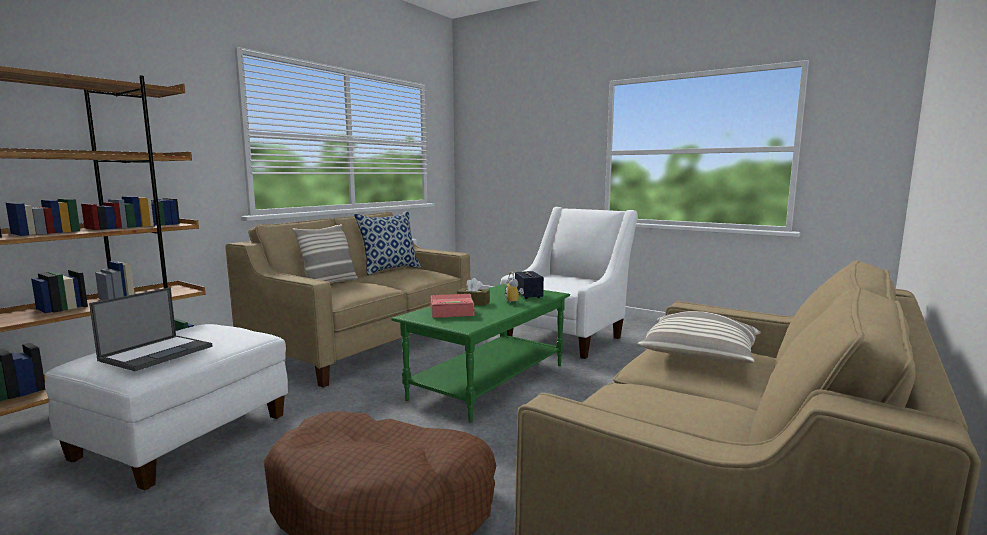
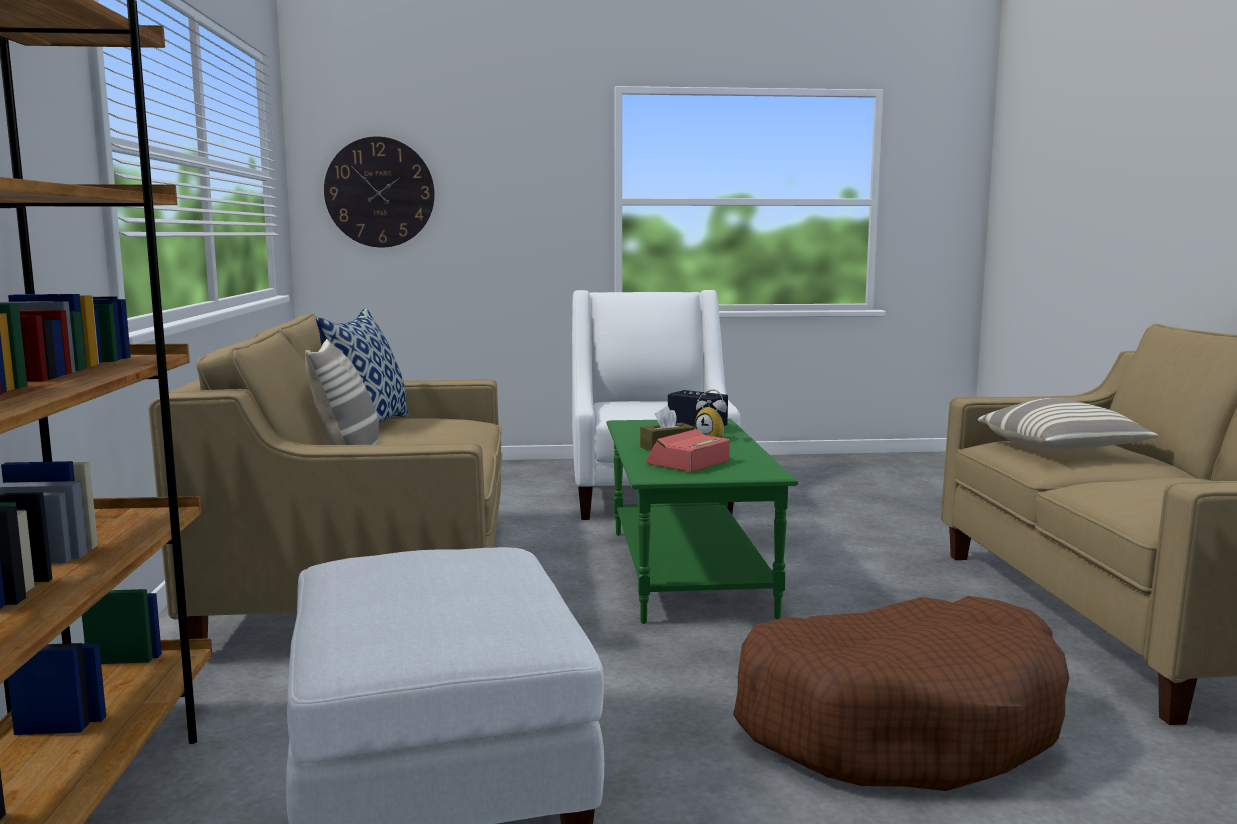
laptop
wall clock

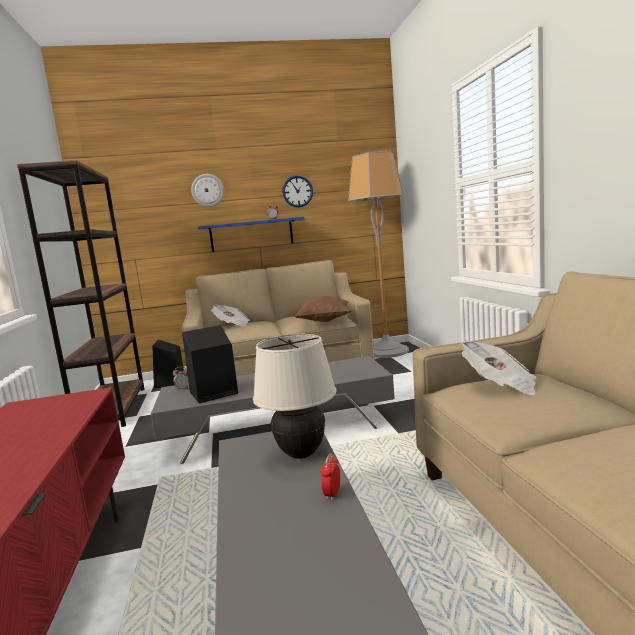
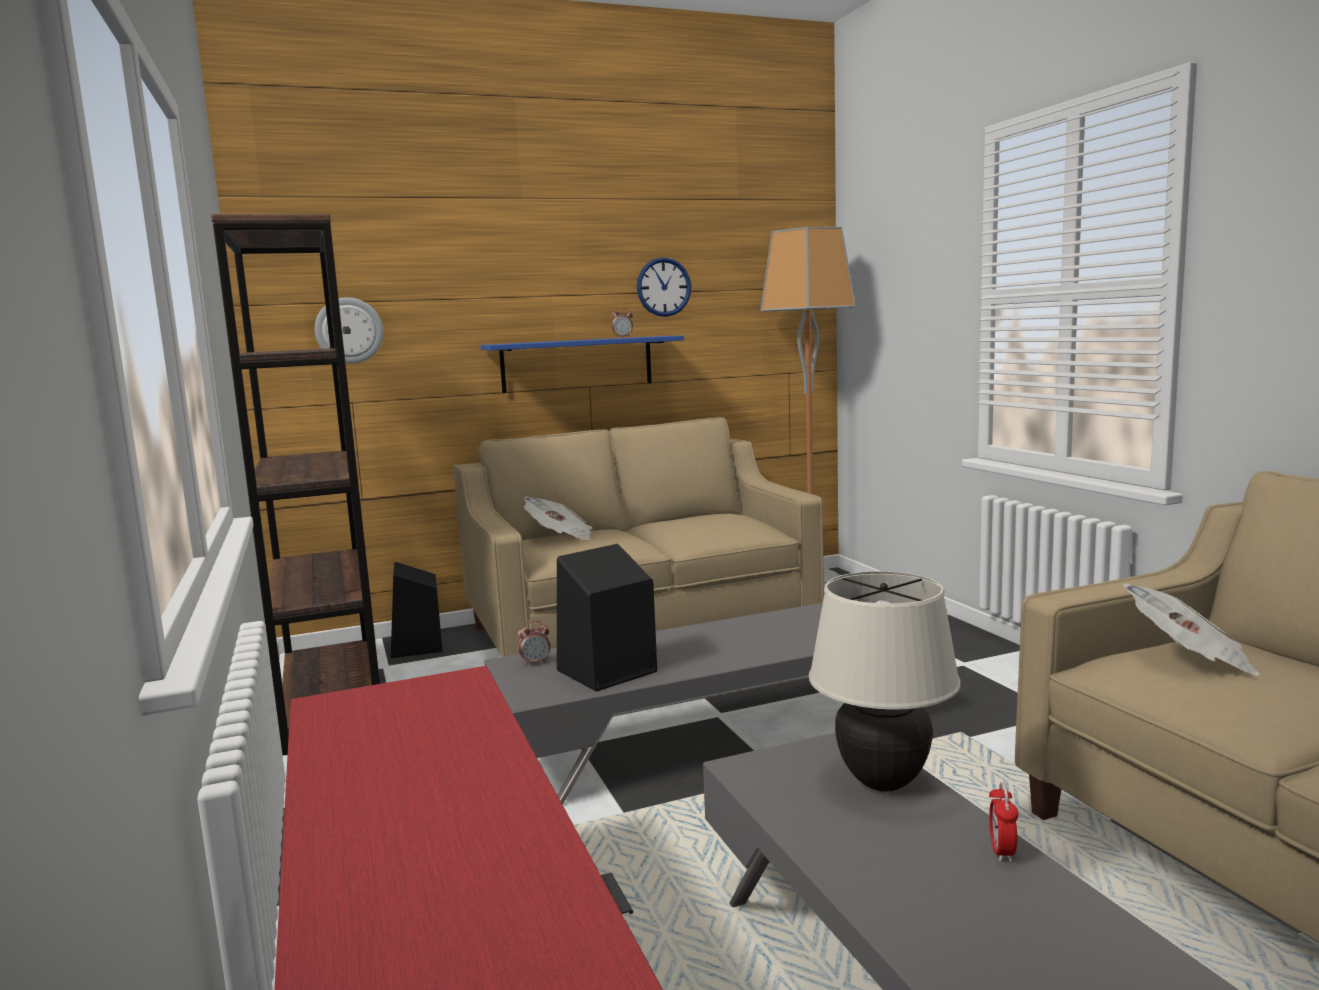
wall clock (no. 1 from left)
brown pillow

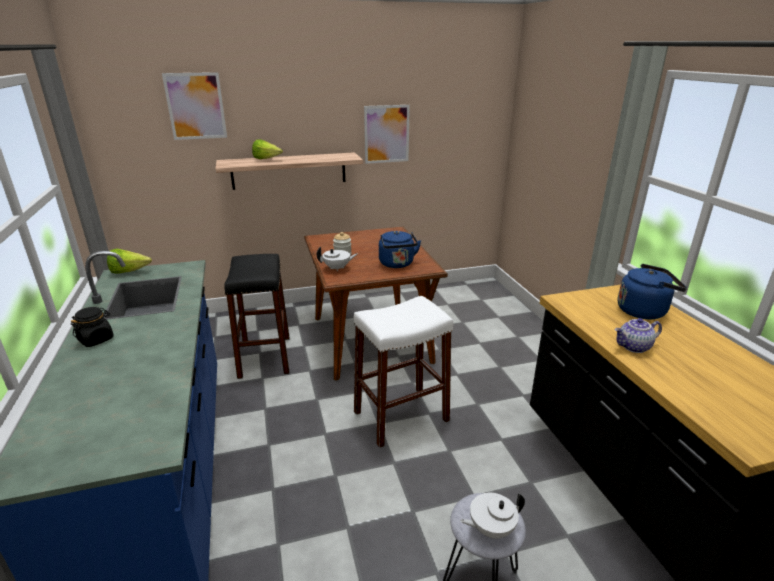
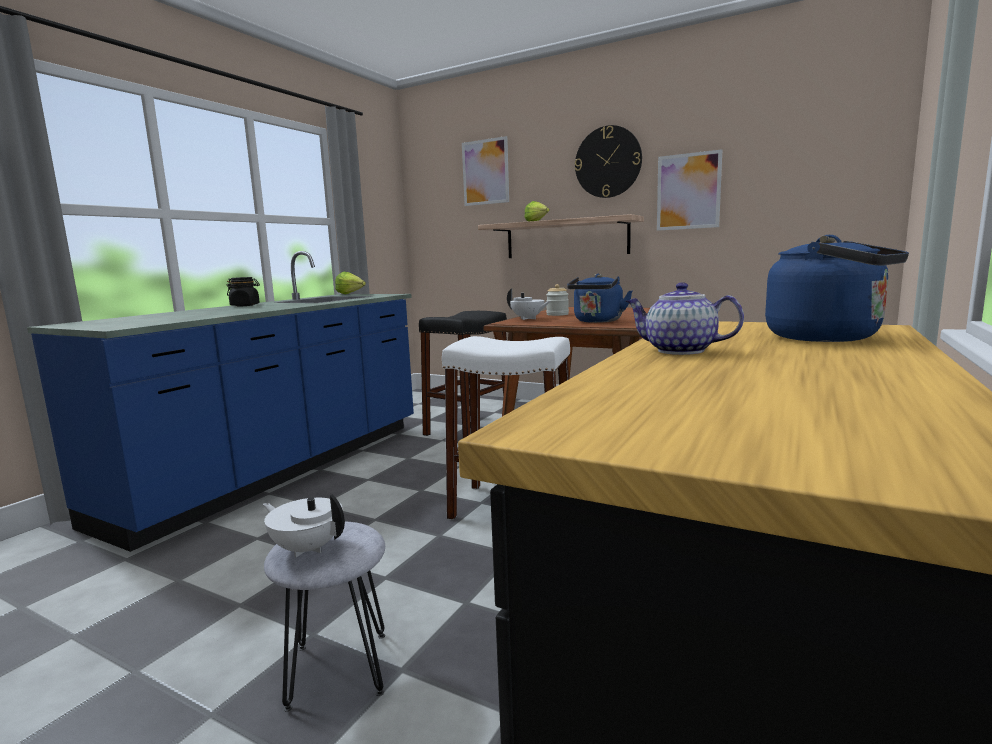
wall clock

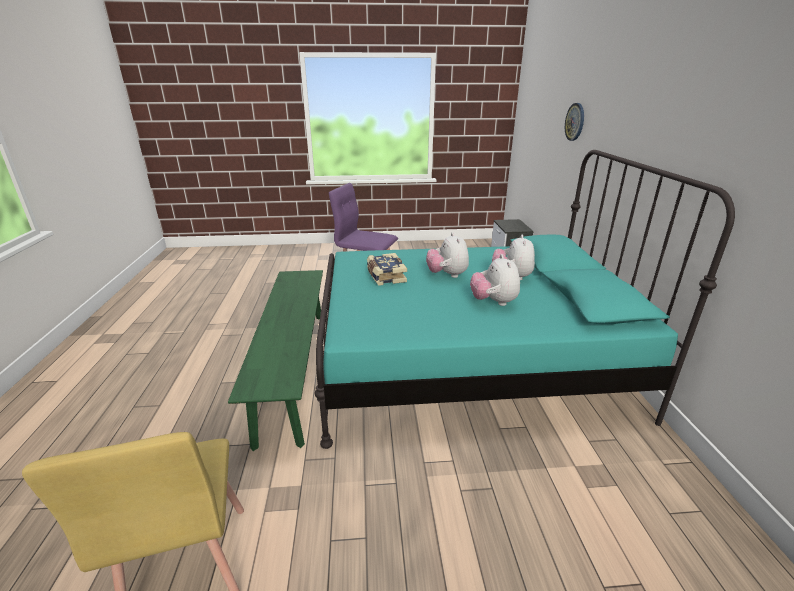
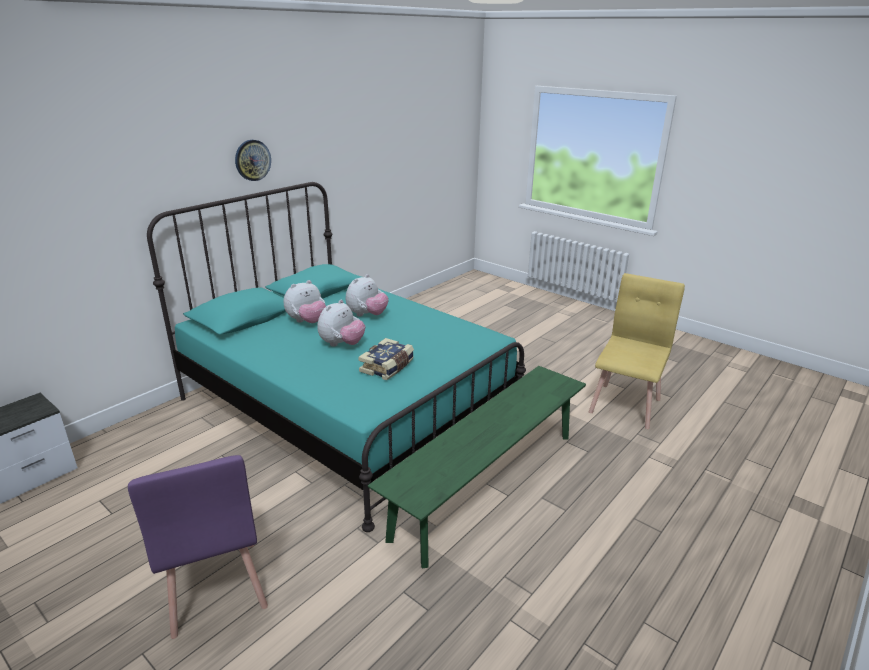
wall clock

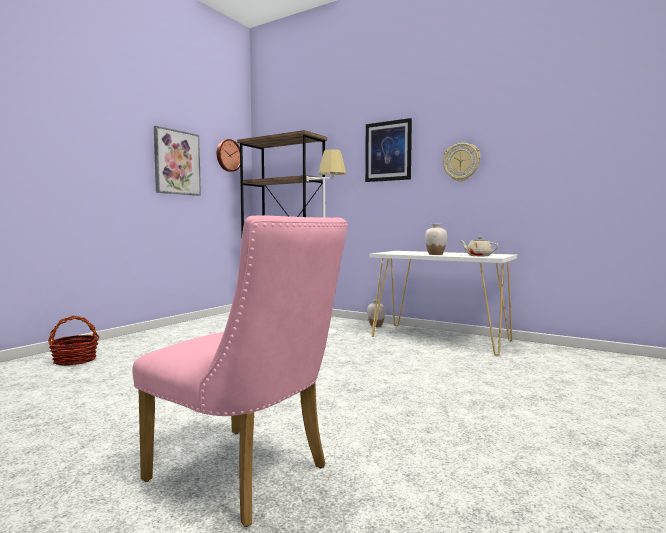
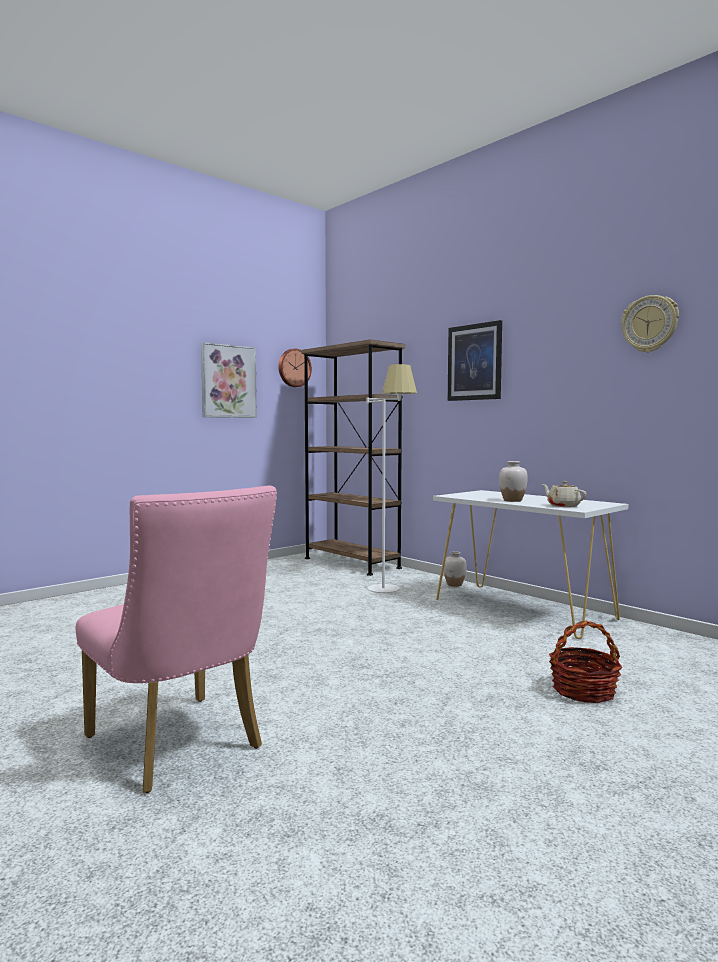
wall clock (no. 2 from left)
basket

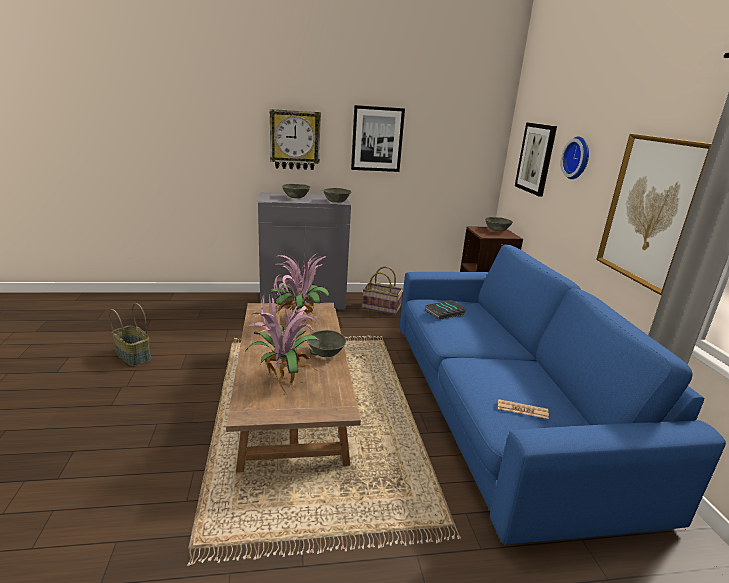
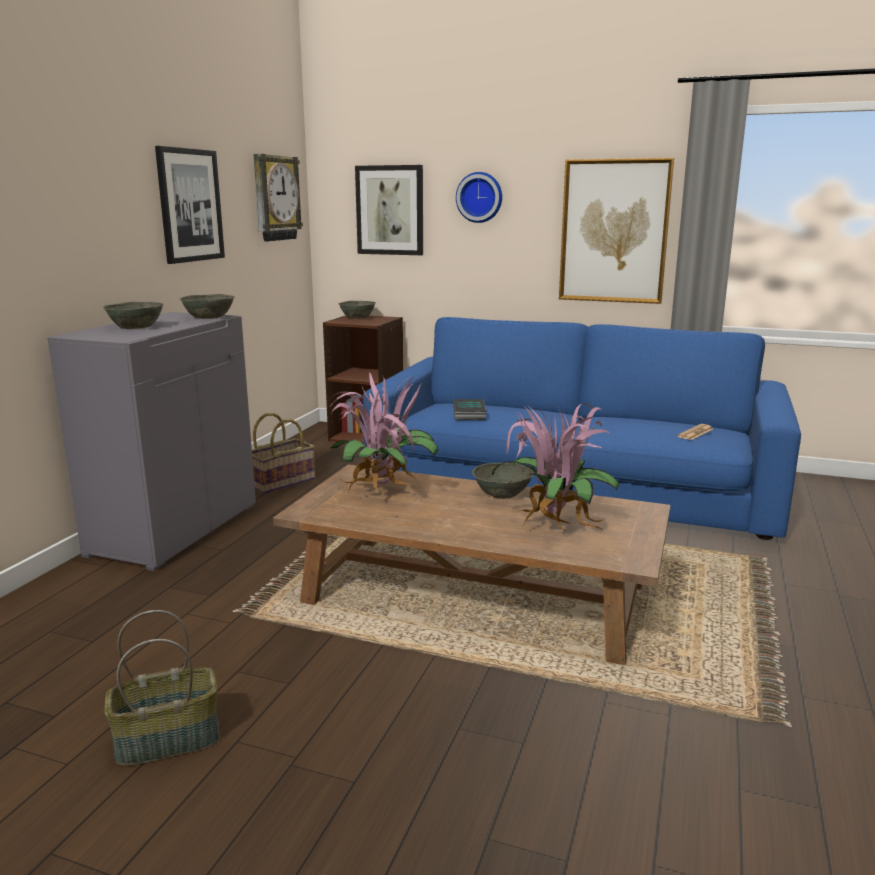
wall clock (no. 1 from left)

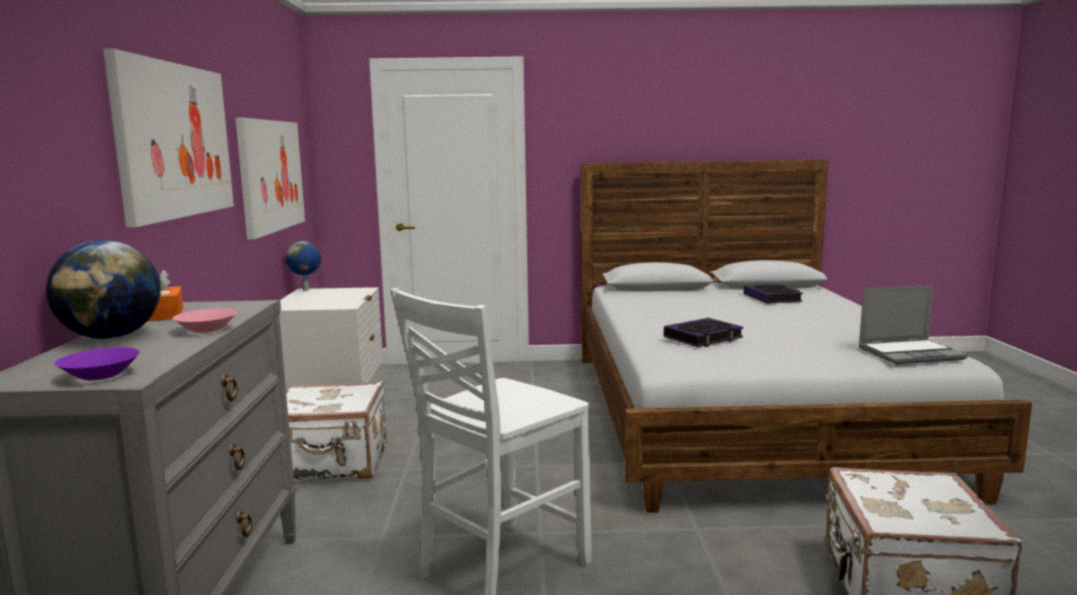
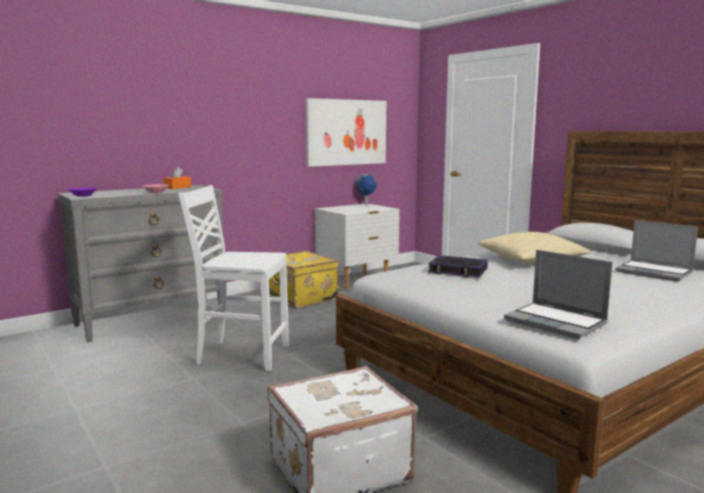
picture (no. 1 from left in the first image)
globe (no. 1 from left in the first image)
laptop (no. 2 from left)
yellow suitcase
beige pillow

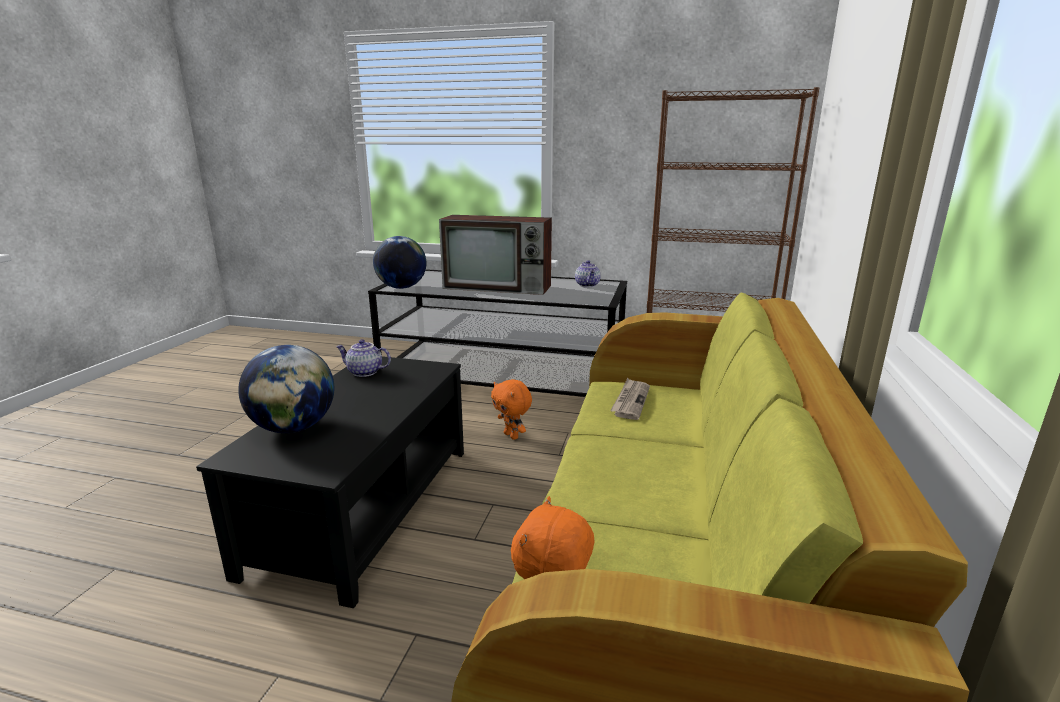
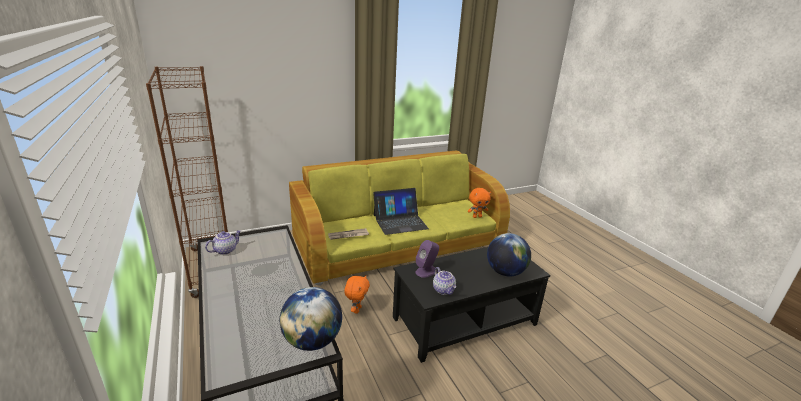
television
laptop
purple speaker

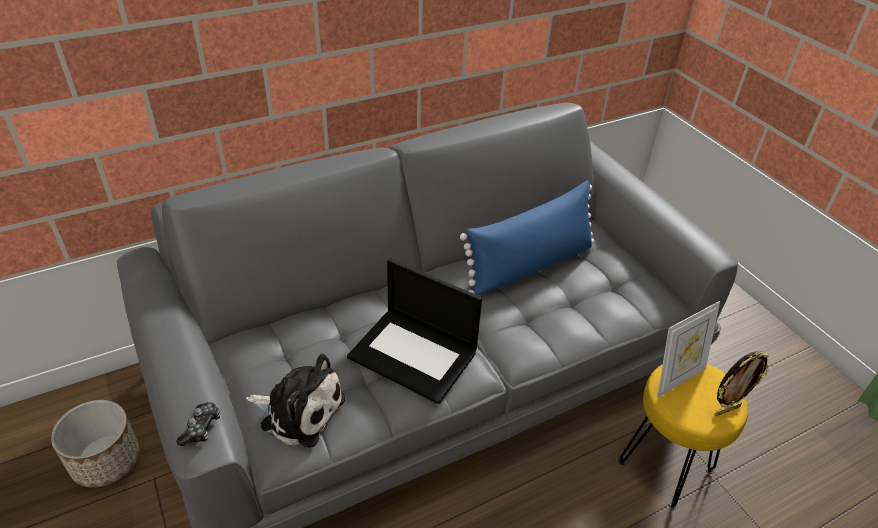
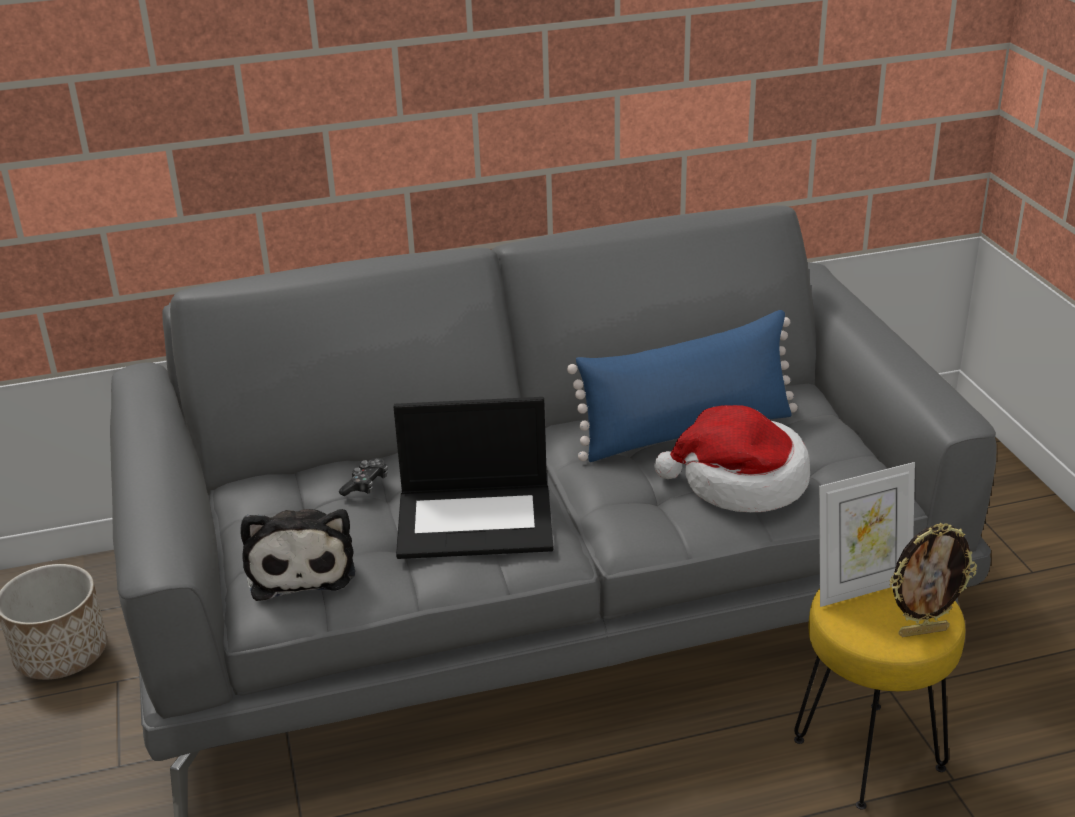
laptop
plush toy
game controller
hat

